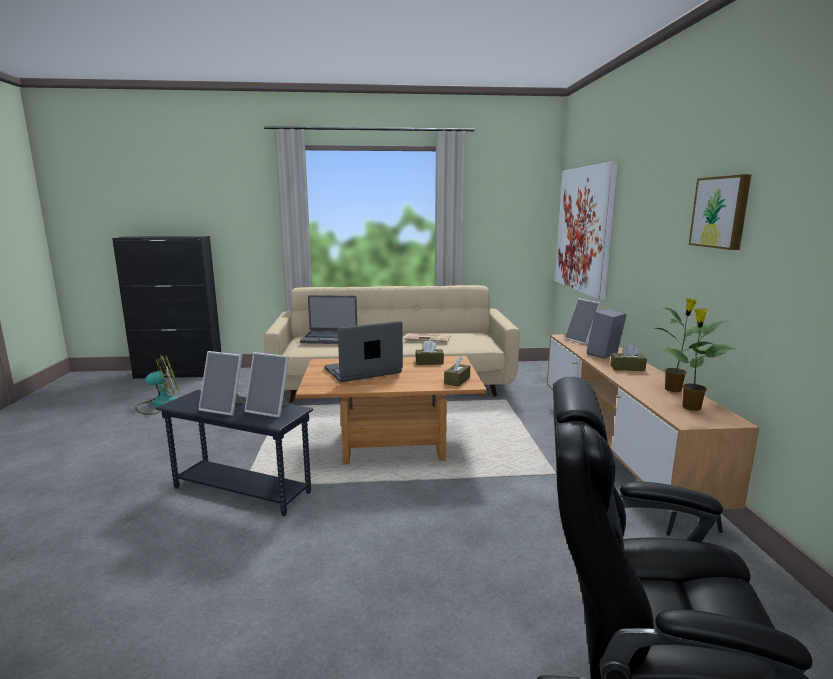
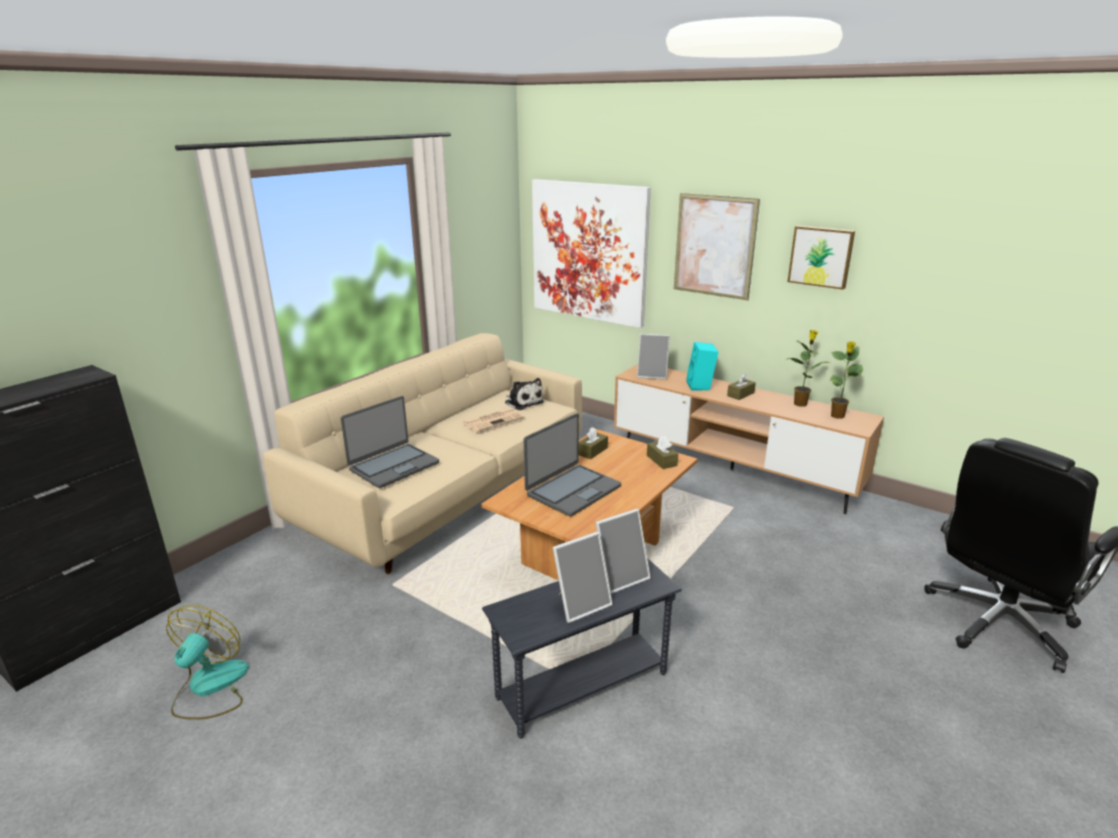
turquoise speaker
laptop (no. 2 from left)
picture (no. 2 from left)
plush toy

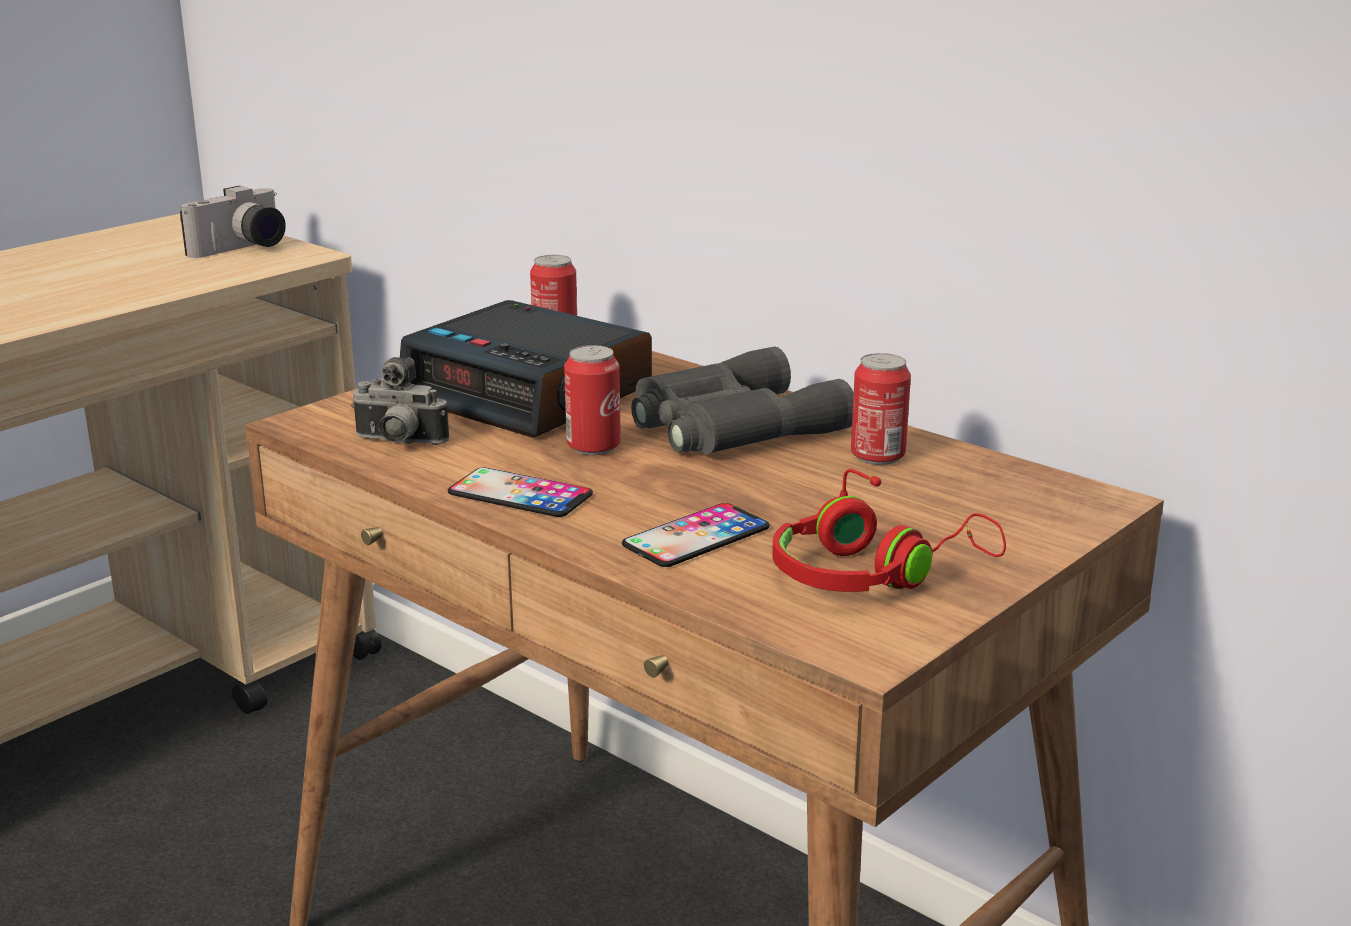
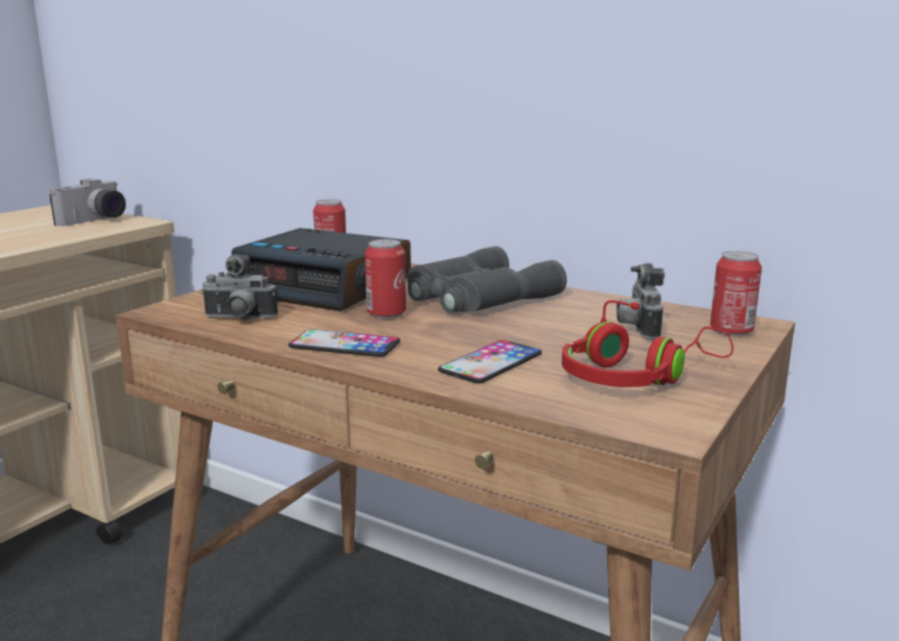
can (no. 3 from left)
photo camera (no. 3 from left)

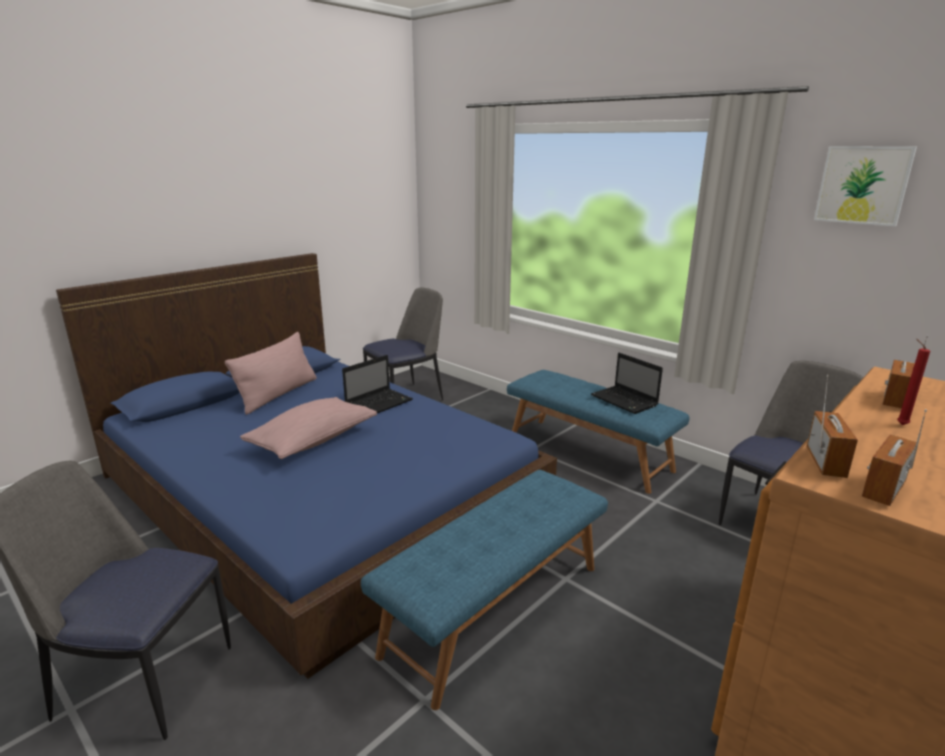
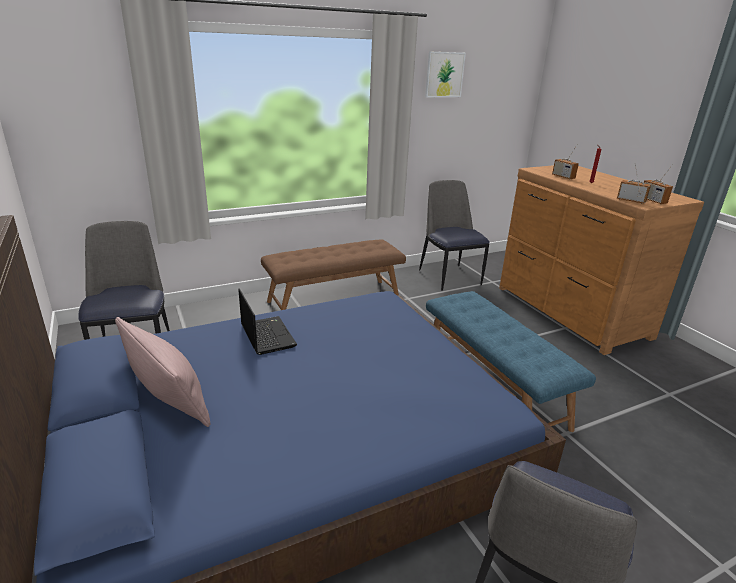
laptop (no. 2 from left in the first image)
brown bench
pink pillow (no. 2 from left in the first image)

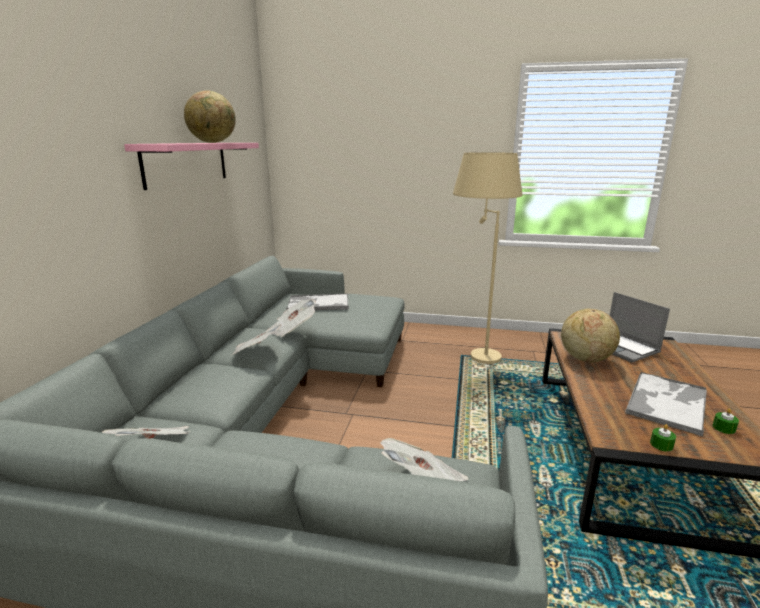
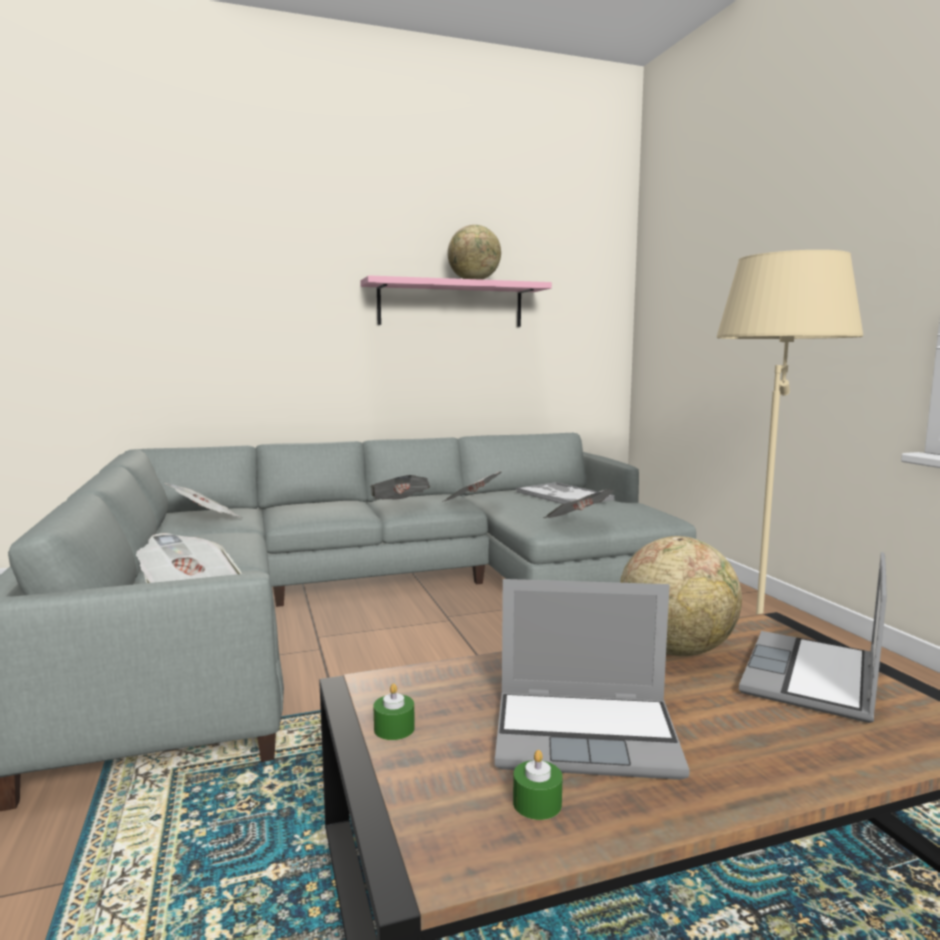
laptop (no. 1 from left)
newspaper (no. 5 from left)

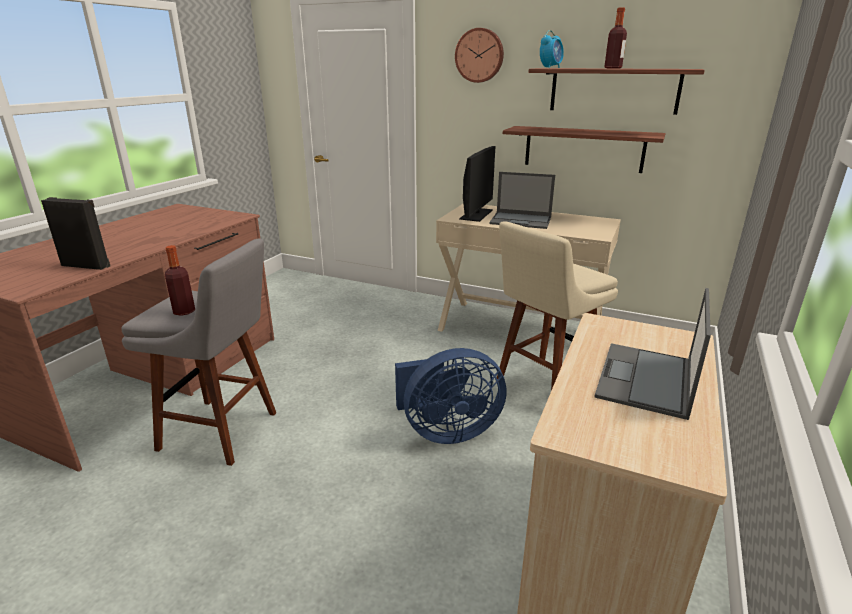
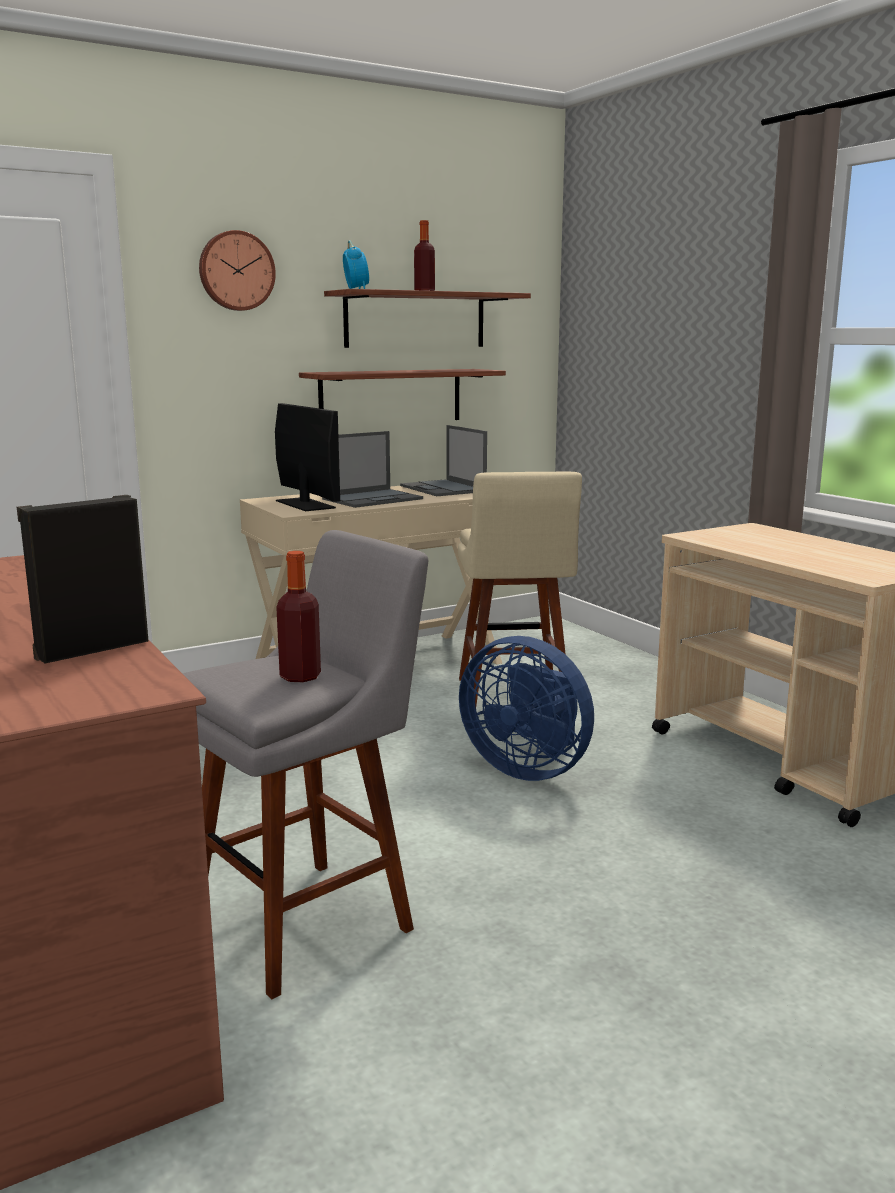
laptop (no. 2 from left)
blue fan

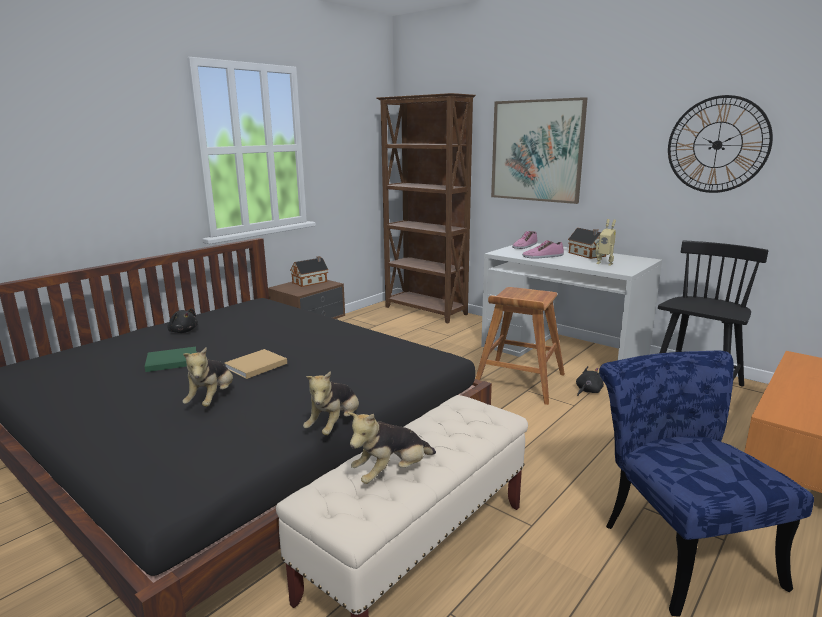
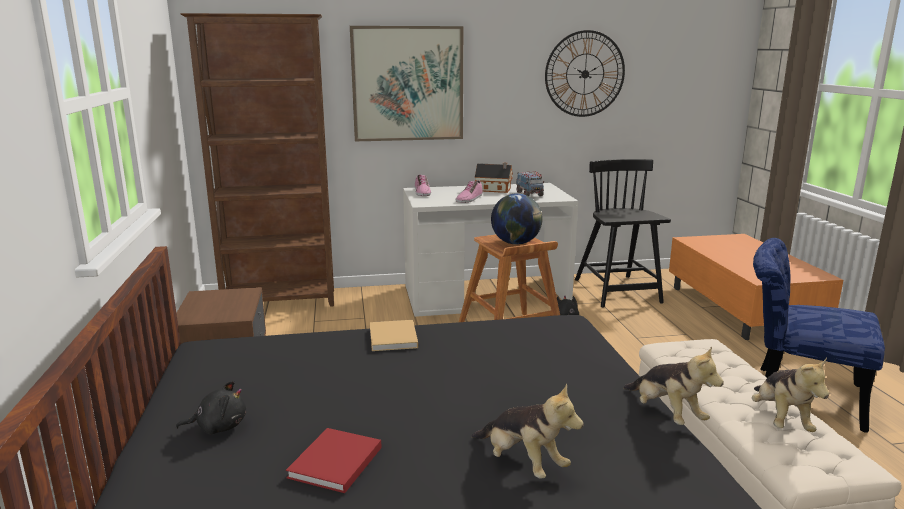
toy truck
toy house (no. 1 from left in the first image)
red book
beige book
globe

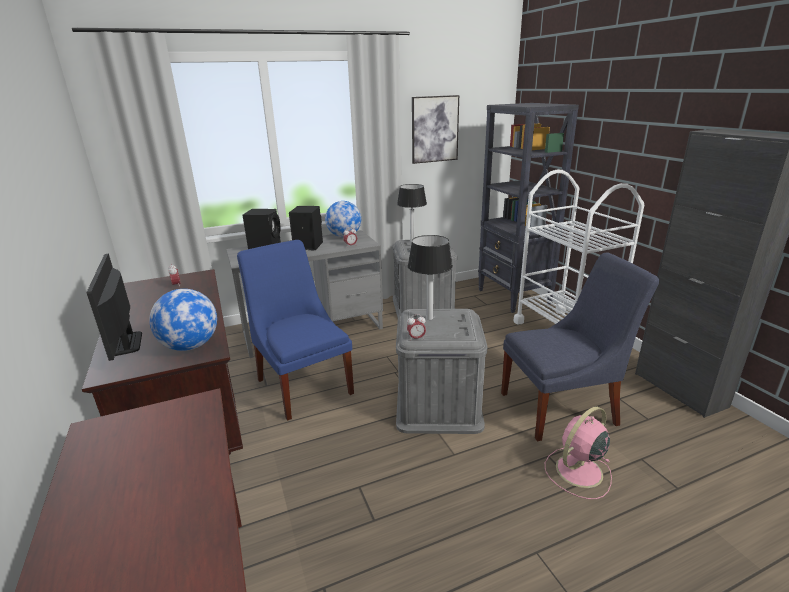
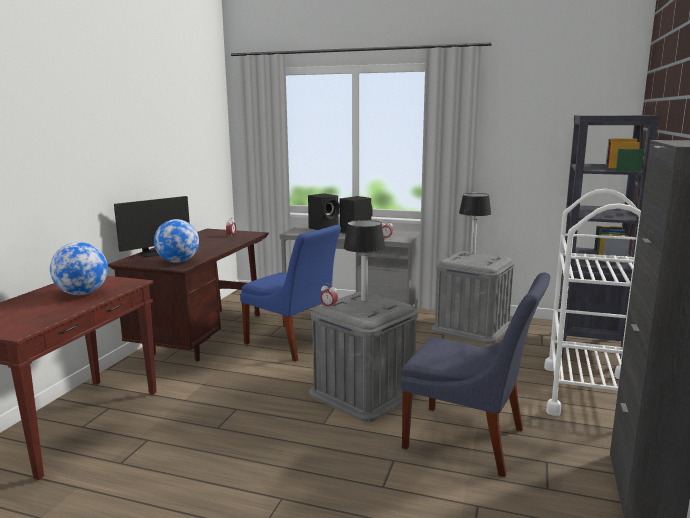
picture
globe (no. 1 from left)
blue chair (no. 1 from left)
monitor
pink fan

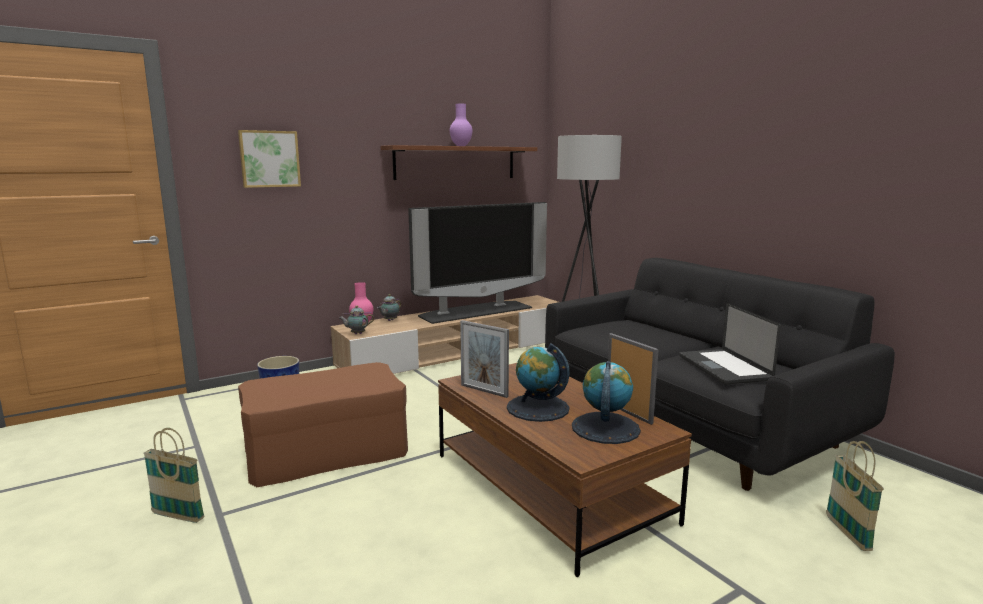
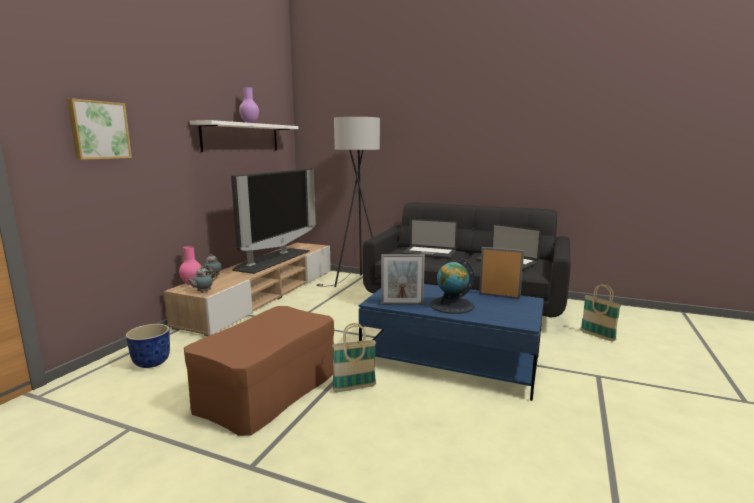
white shelf
globe (no. 2 from left in the first image)
blue coffee table
basket (no. 1 from left)
laptop (no. 1 from left)

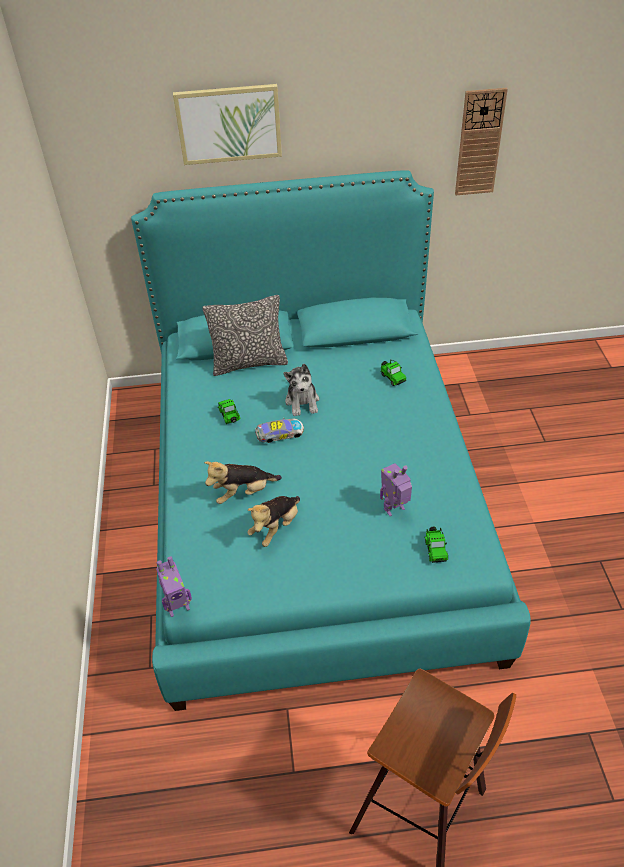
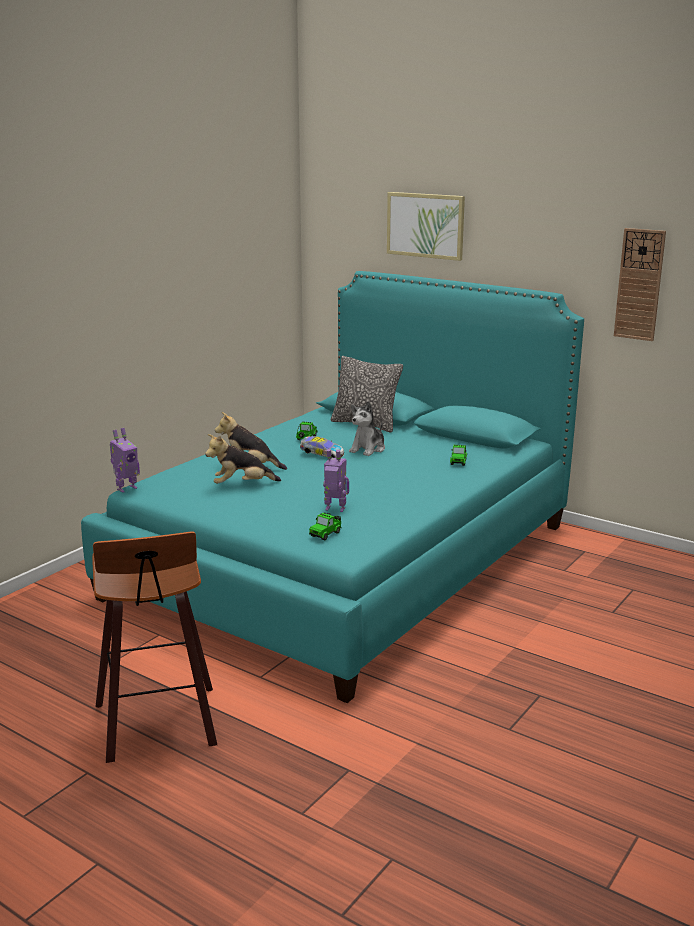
toy robot (no. 1 from left)

